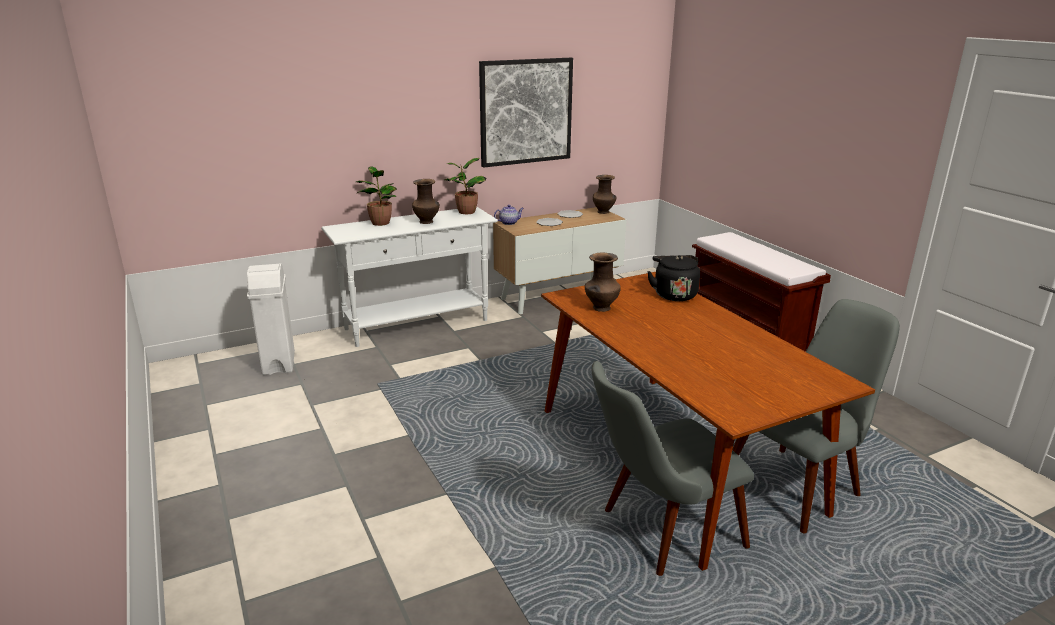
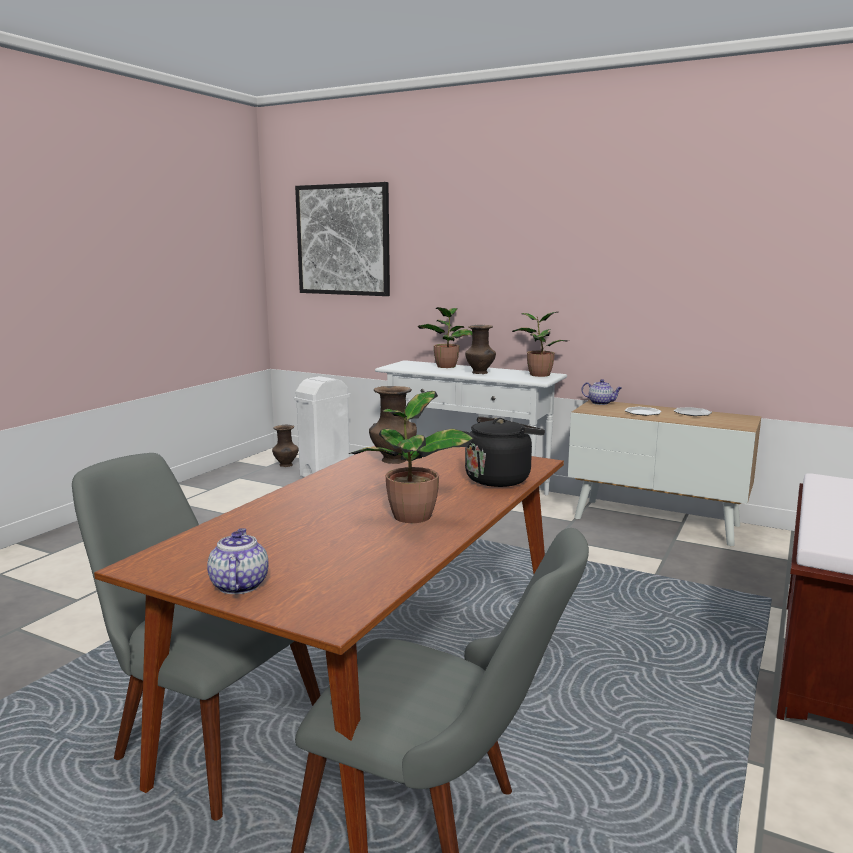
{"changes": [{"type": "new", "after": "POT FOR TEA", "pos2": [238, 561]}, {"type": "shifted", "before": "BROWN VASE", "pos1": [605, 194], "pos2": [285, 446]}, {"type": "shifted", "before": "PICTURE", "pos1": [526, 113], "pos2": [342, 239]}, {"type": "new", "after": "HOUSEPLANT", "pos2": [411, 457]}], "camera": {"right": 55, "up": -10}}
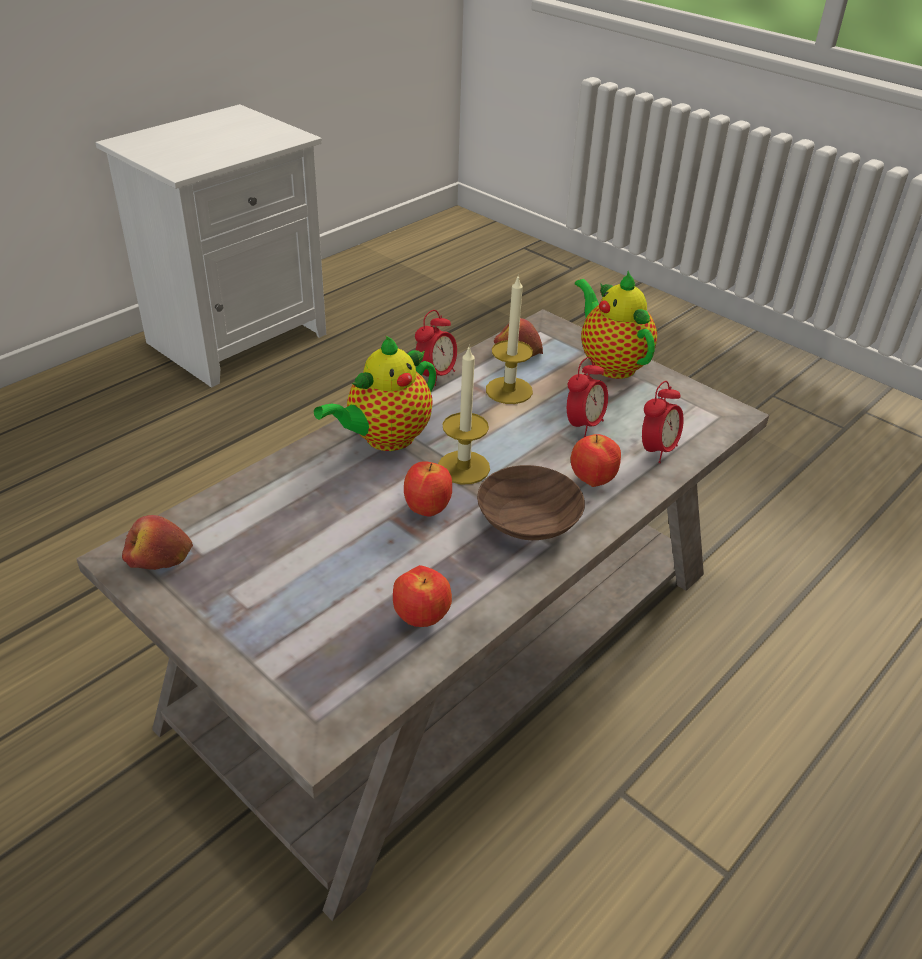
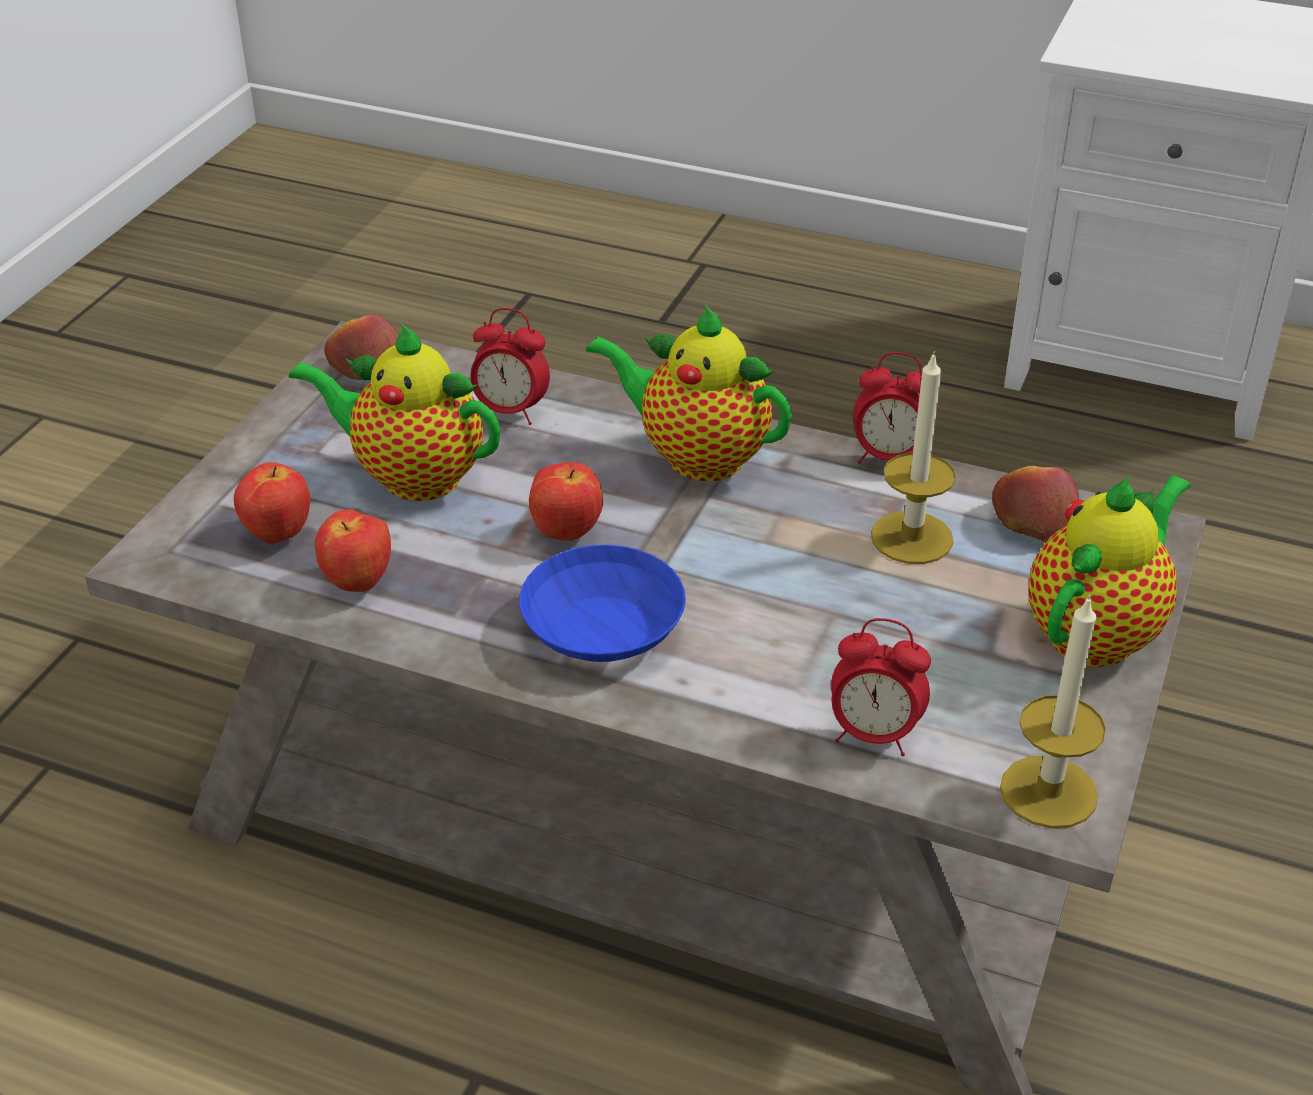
{"changes": [{"type": "shifted", "before": "APPLE FRUIT", "pos1": [596, 460], "pos2": [272, 503]}, {"type": "new", "after": "POT FOR TEA", "pos2": [394, 412]}, {"type": "shifted", "before": "BEDSIDE CLOCK", "pos1": [587, 397], "pos2": [510, 366]}, {"type": "repainted", "before": "BROWN BOWL", "after": "BLUISH BOWL", "pos1": [531, 502], "pos2": [602, 603]}, {"type": "shifted", "before": "CANDLE", "pos1": [464, 415], "pos2": [1053, 712]}], "camera": {"right": 70, "up": 0}}
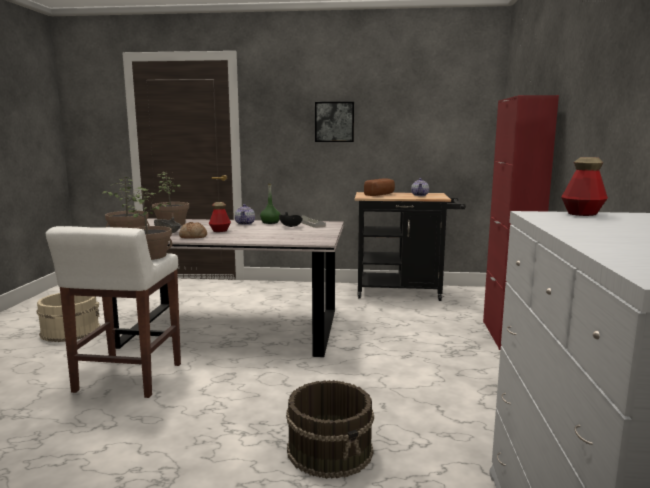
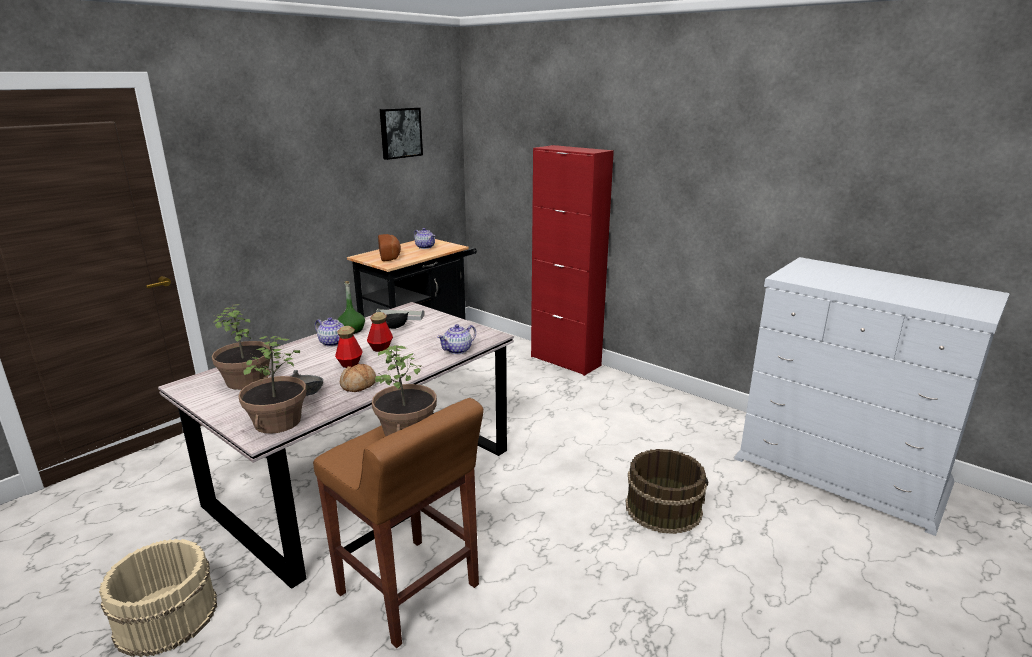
{"changes": [{"type": "repainted", "before": "WHITISH STOOL SEAT", "after": "BROWN STOOL SEAT", "pos1": [113, 312], "pos2": [398, 523]}, {"type": "shifted", "before": "BEVERAGE BOTTLE", "pos1": [584, 186], "pos2": [380, 332]}, {"type": "shifted", "before": "PICTURE", "pos1": [334, 122], "pos2": [401, 133]}, {"type": "new", "after": "POT FOR TEA", "pos2": [456, 339]}], "camera": {"right": -55, "up": 10}}
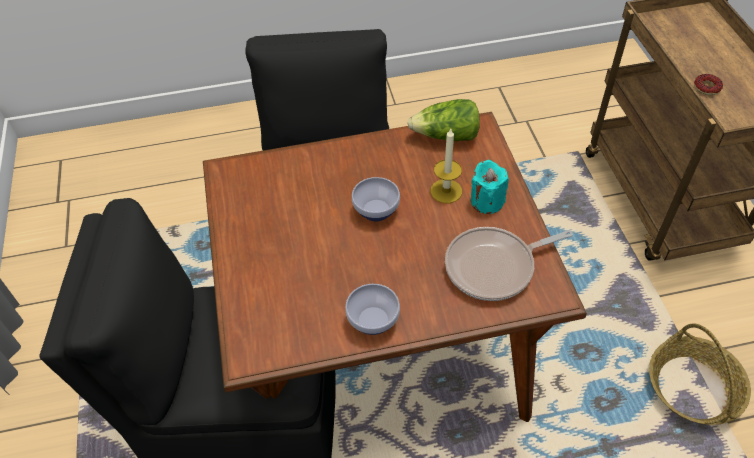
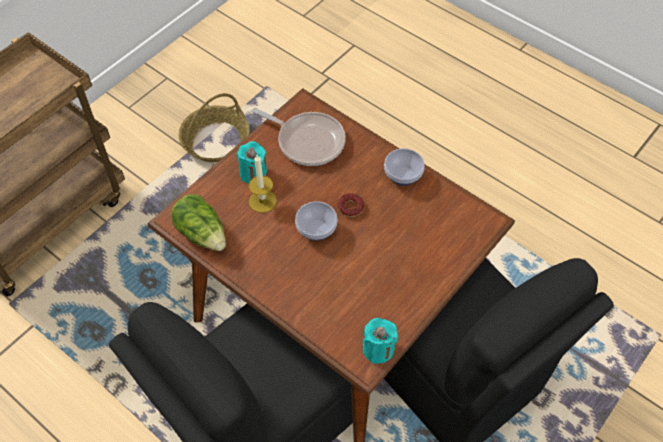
{"changes": [{"type": "shifted", "before": "DONUT", "pos1": [708, 84], "pos2": [351, 205]}, {"type": "new", "after": "BLUE-GREEN CANDLE", "pos2": [380, 341]}], "camera": {"right": -130, "up": 5}}
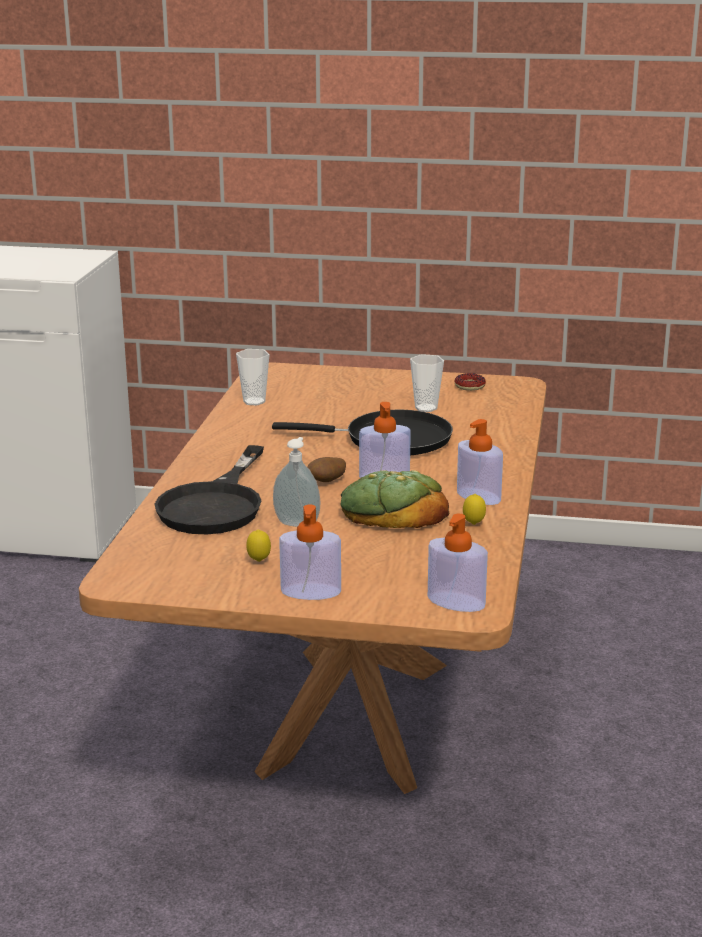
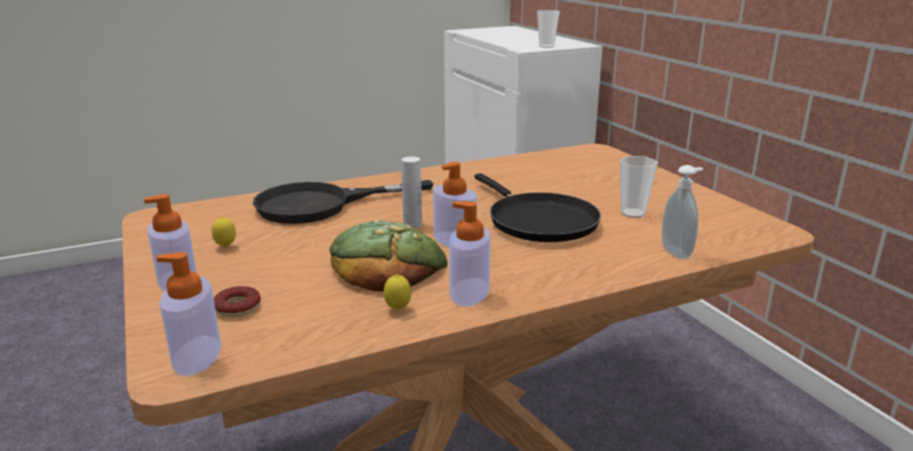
{"changes": [{"type": "shifted", "before": "DONUT", "pos1": [470, 382], "pos2": [237, 301]}, {"type": "swapped", "before": "SPUD", "after": "WHITISH BEVERAGE BOTTLE", "pos1": [326, 469], "pos2": [411, 192]}, {"type": "shifted", "before": "SMALL CUP", "pos1": [253, 377], "pos2": [548, 29]}, {"type": "shifted", "before": "LIQUID SOAP BOTTLE", "pos1": [296, 482], "pos2": [682, 212]}], "camera": {"right": 55, "up": 0}}
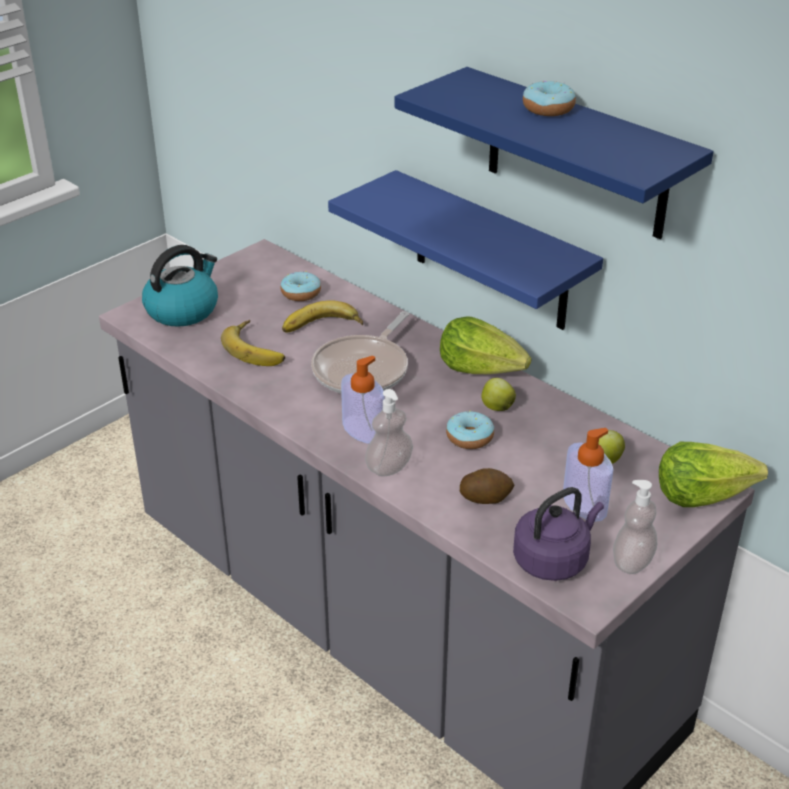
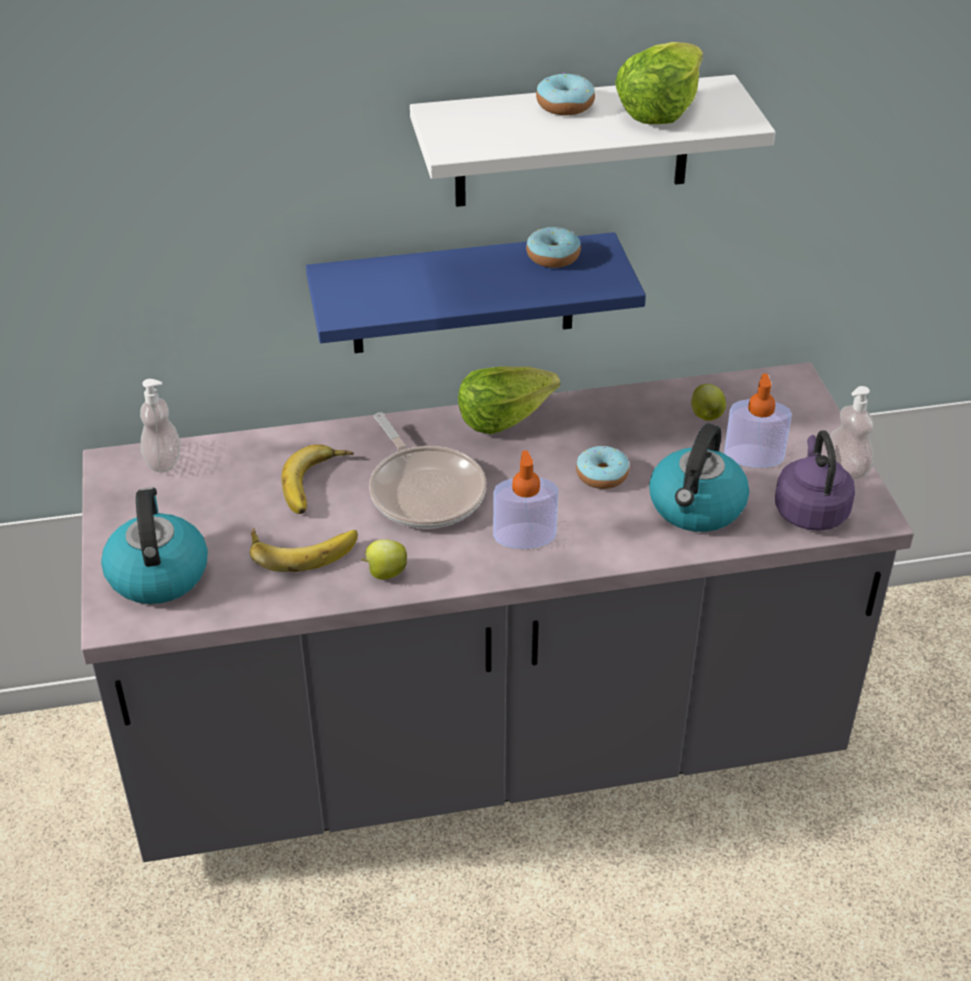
{"changes": [{"type": "shifted", "before": "LIQUID SOAP BOTTLE", "pos1": [389, 432], "pos2": [160, 425]}, {"type": "shifted", "before": "APPLE FRUIT", "pos1": [498, 394], "pos2": [384, 559]}, {"type": "repainted", "before": "BLUISH WALL SHELF", "after": "WHITISH WALL SHELF", "pos1": [554, 153], "pos2": [593, 141]}, {"type": "shifted", "before": "DONUT", "pos1": [300, 286], "pos2": [553, 247]}, {"type": "shifted", "before": "LETTUCE HEAD", "pos1": [713, 474], "pos2": [659, 83]}, {"type": "swapped", "before": "SPUD", "after": "TEA KETTLE", "pos1": [487, 486], "pos2": [699, 478]}], "camera": {"right": -55, "up": 5}}
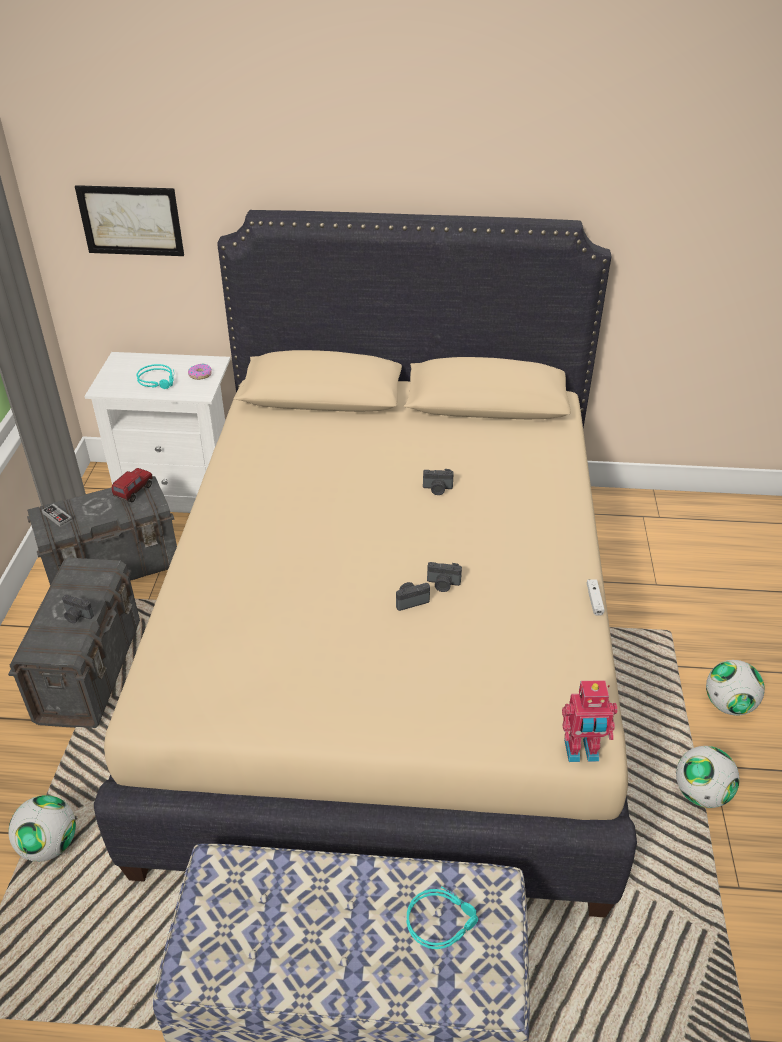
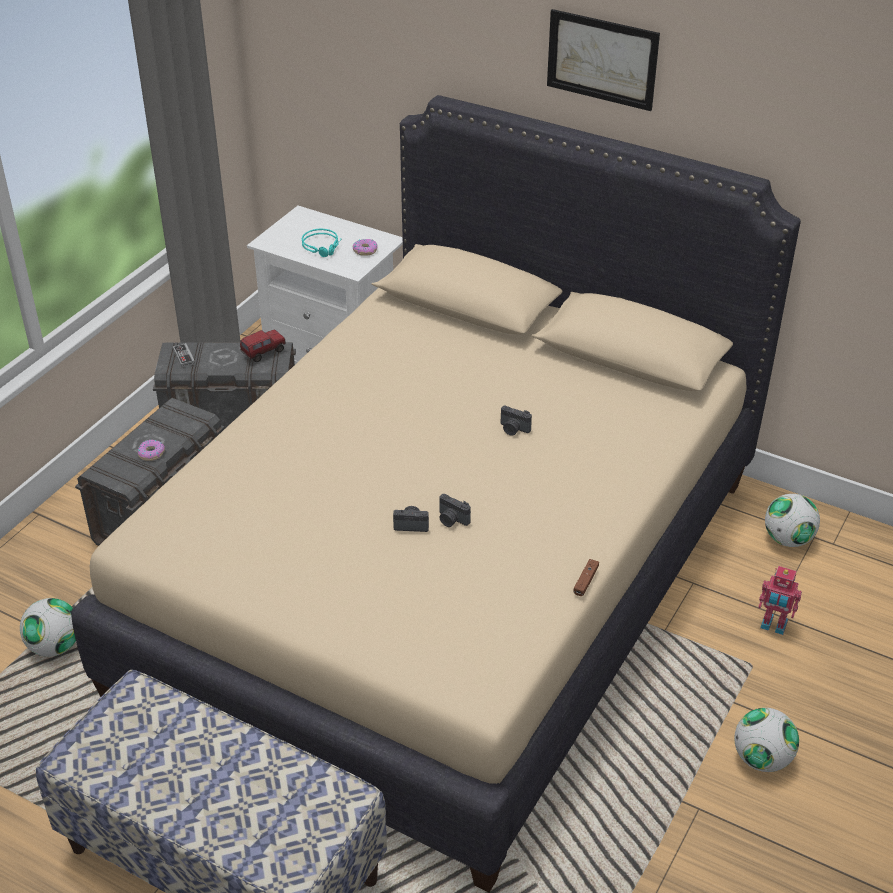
{"changes": [{"type": "swapped", "before": "STILL CAMERA", "after": "DONUT", "pos1": [78, 609], "pos2": [151, 450]}, {"type": "shifted", "before": "PICTURE", "pos1": [129, 220], "pos2": [603, 60]}, {"type": "repainted", "before": "WHITISH GAME CONTROLLER", "after": "BROWN GAME CONTROLLER", "pos1": [596, 598], "pos2": [586, 577]}, {"type": "shifted", "before": "ROBOT FIGURE", "pos1": [590, 721], "pos2": [780, 600]}, {"type": "shifted", "before": "FOOTBALL", "pos1": [708, 777], "pos2": [792, 520]}, {"type": "gone", "before": "BLUE-GREEN HEADPHONES", "pos1": [442, 917]}], "camera": {"right": 25, "up": 0}}
